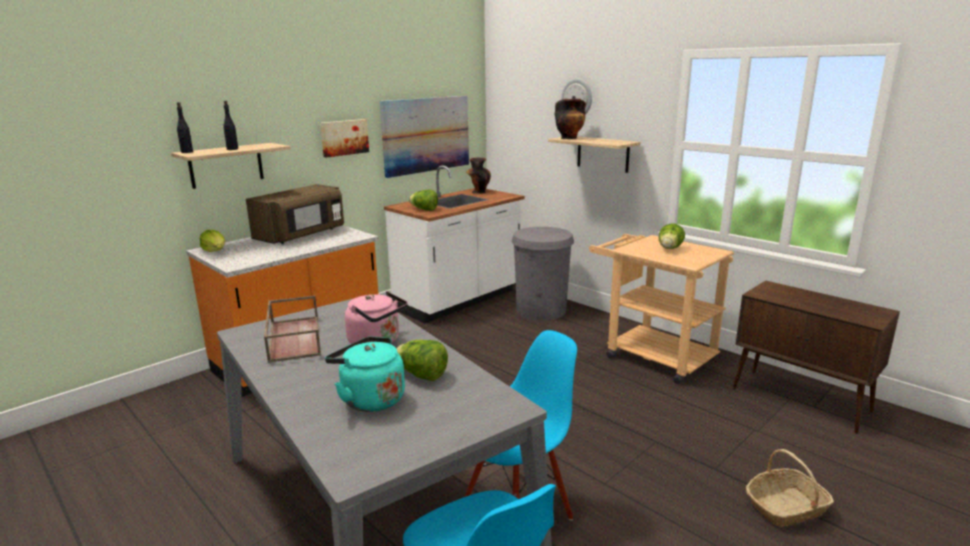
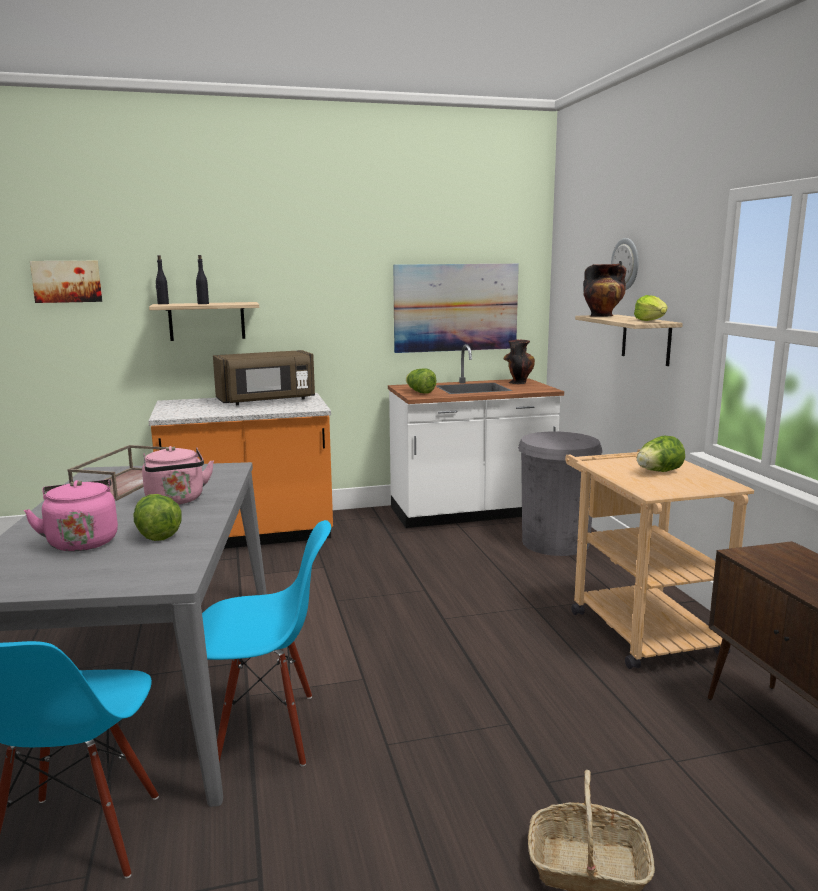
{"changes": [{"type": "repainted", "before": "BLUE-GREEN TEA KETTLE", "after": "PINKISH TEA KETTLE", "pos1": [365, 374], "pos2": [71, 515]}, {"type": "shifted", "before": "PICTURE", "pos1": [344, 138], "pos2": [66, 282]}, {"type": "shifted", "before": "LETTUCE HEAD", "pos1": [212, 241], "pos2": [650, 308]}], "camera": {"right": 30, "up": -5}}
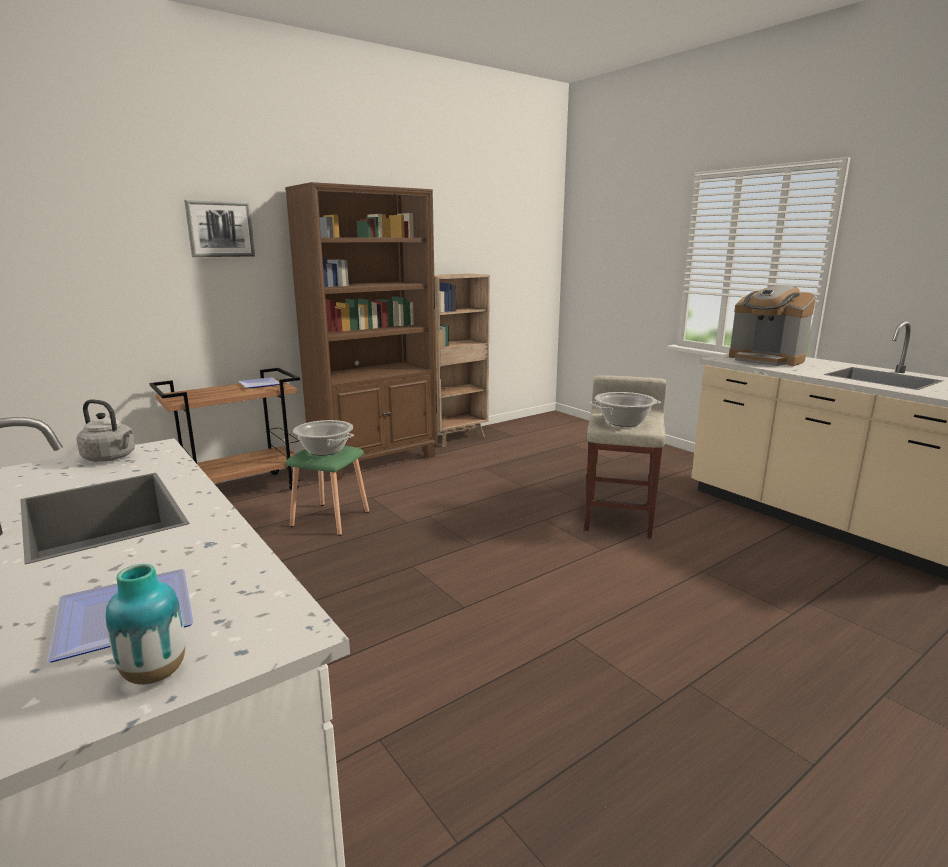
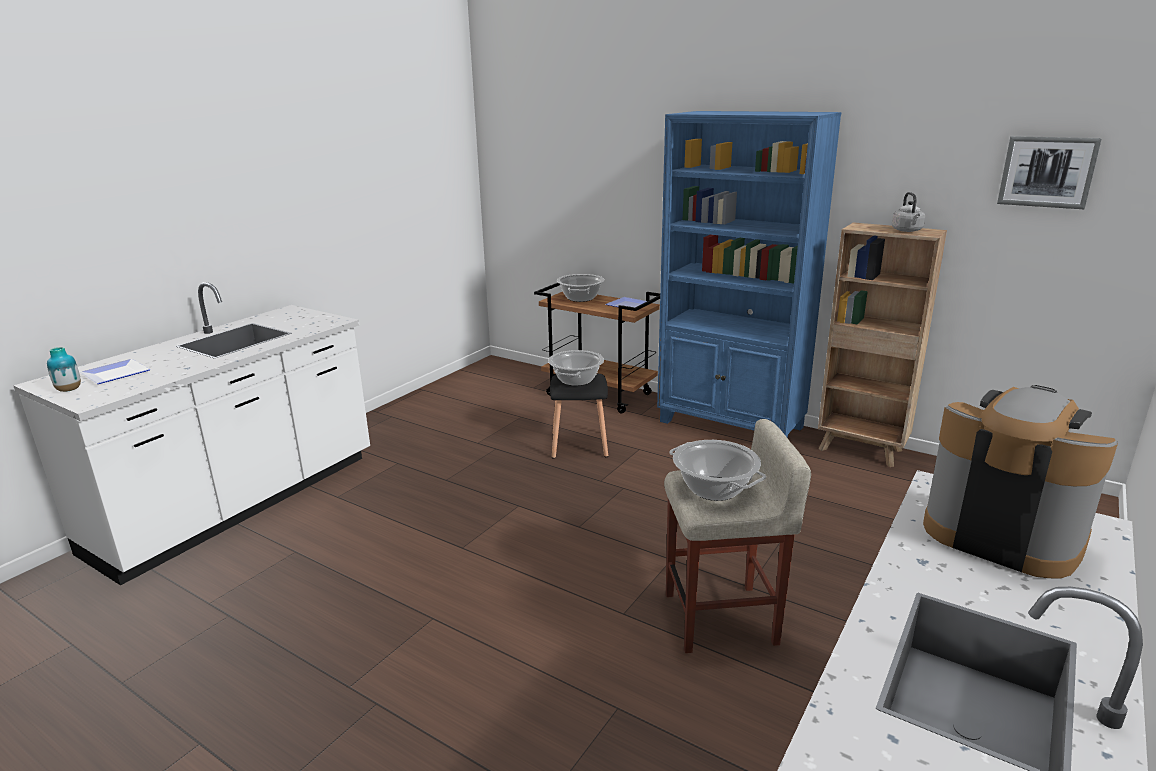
{"changes": [{"type": "repainted", "before": "GREEN-COLOURED STOOL SEAT", "after": "BLACK STOOL SEAT", "pos1": [327, 491], "pos2": [579, 416]}, {"type": "new", "after": "SAUCEPOT", "pos2": [581, 288]}, {"type": "repainted", "before": "BROWN SHELVING UNIT", "after": "BLUISH SHELVING UNIT", "pos1": [361, 331], "pos2": [749, 274]}, {"type": "shifted", "before": "GREYISH TEA KETTLE", "pos1": [106, 430], "pos2": [908, 212]}, {"type": "rotated", "before": "COFFEE BREWER", "pos1": [772, 325], "pos2": [1020, 482], "turn": 105}, {"type": "shifted", "before": "PICTURE", "pos1": [219, 228], "pos2": [1049, 172]}], "camera": {"right": 70, "up": 5}}
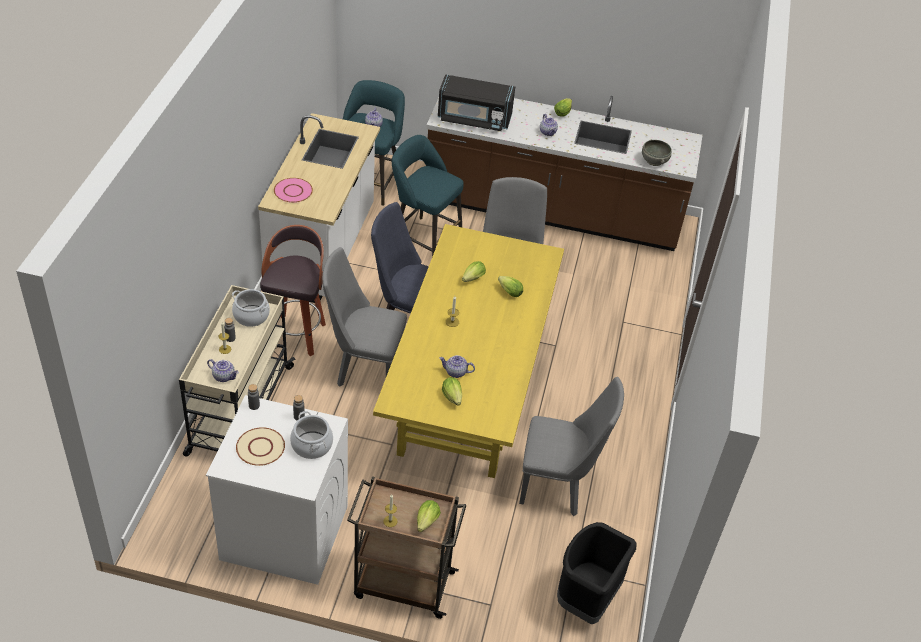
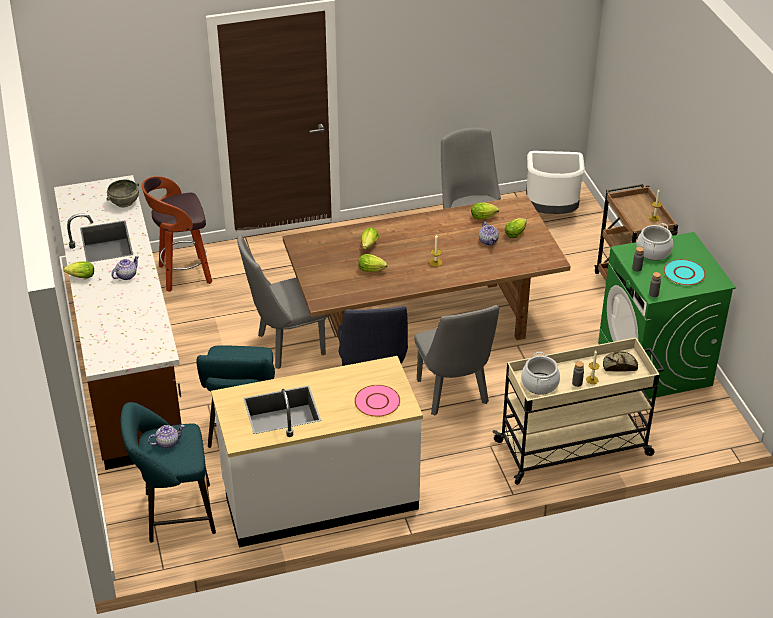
{"changes": [{"type": "shifted", "before": "STOOL SEAT", "pos1": [293, 290], "pos2": [176, 234]}, {"type": "repainted", "before": "YELLOWISH DINING TABLE", "after": "BROWN DINING TABLE", "pos1": [468, 351], "pos2": [427, 280]}, {"type": "shifted", "before": "LETTUCE HEAD", "pos1": [429, 516], "pos2": [485, 211]}, {"type": "repainted", "before": "BLACK TRASH CAN", "after": "WHITISH TRASH CAN", "pos1": [596, 573], "pos2": [555, 182]}, {"type": "repainted", "before": "WHITISH WASHING MACHINE", "after": "GREEN-COLOURED WASHING MACHINE", "pos1": [277, 490], "pos2": [667, 315]}, {"type": "swapped", "before": "POT FOR TEA", "after": "BREAD", "pos1": [223, 370], "pos2": [620, 361]}, {"type": "repainted", "before": "SAND-COLOURED FLAT DISH", "after": "BLUE-GREEN FLAT DISH", "pos1": [260, 446], "pos2": [685, 272]}, {"type": "gone", "before": "BLACK MICROWAVE", "pos1": [476, 102]}], "camera": {"right": -115, "up": -5}}
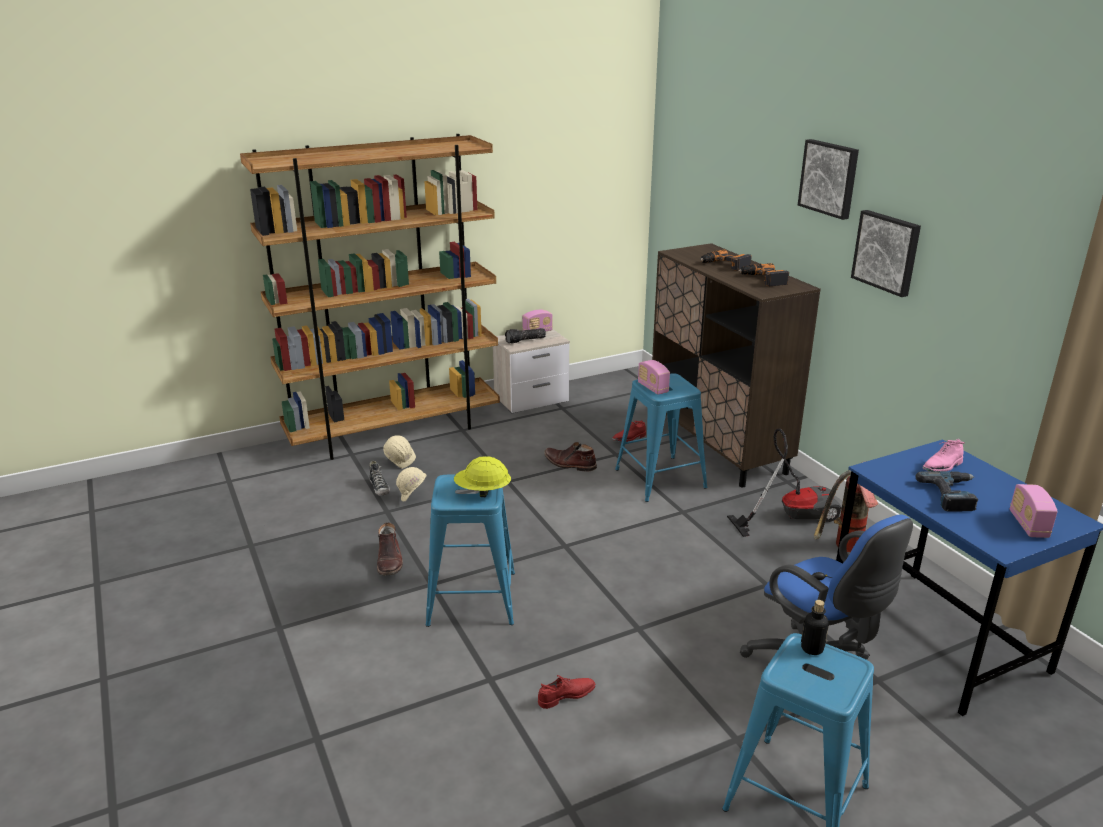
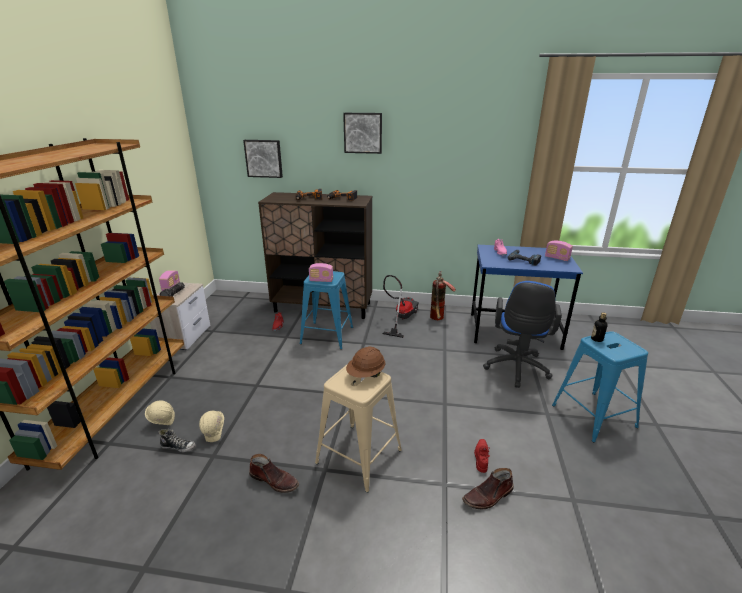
{"changes": [{"type": "shifted", "before": "PICTURE", "pos1": [886, 253], "pos2": [263, 159]}, {"type": "repainted", "before": "BLUISH STOOL SEAT", "after": "SAND-COLOURED STOOL SEAT", "pos1": [470, 550], "pos2": [358, 429]}, {"type": "repainted", "before": "YELLOWISH WORK HELMET", "after": "BROWN WORK HELMET", "pos1": [482, 476], "pos2": [366, 362]}, {"type": "shifted", "before": "BROWN HIGH-TOP BOOT", "pos1": [570, 457], "pos2": [487, 488]}, {"type": "rotated", "before": "BLUISH COMPUTER CHAIR", "pos1": [826, 592], "pos2": [522, 334], "turn": 105}], "camera": {"right": -55, "up": 0}}
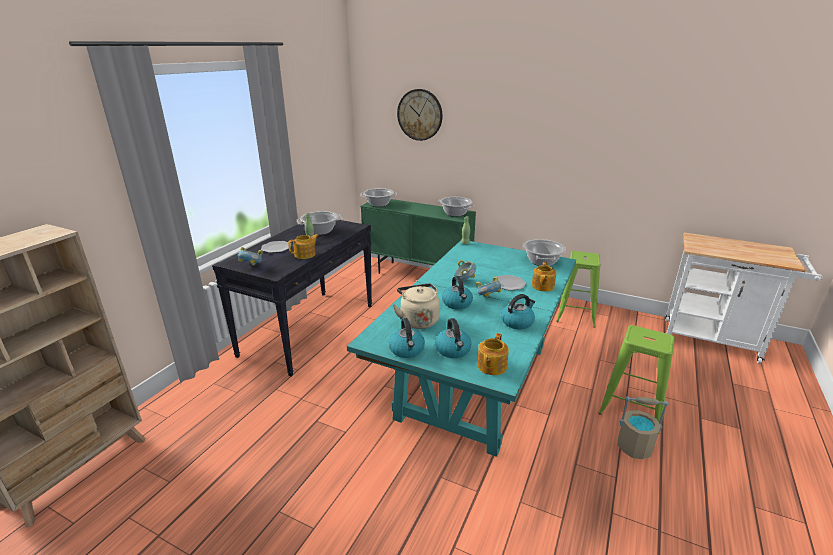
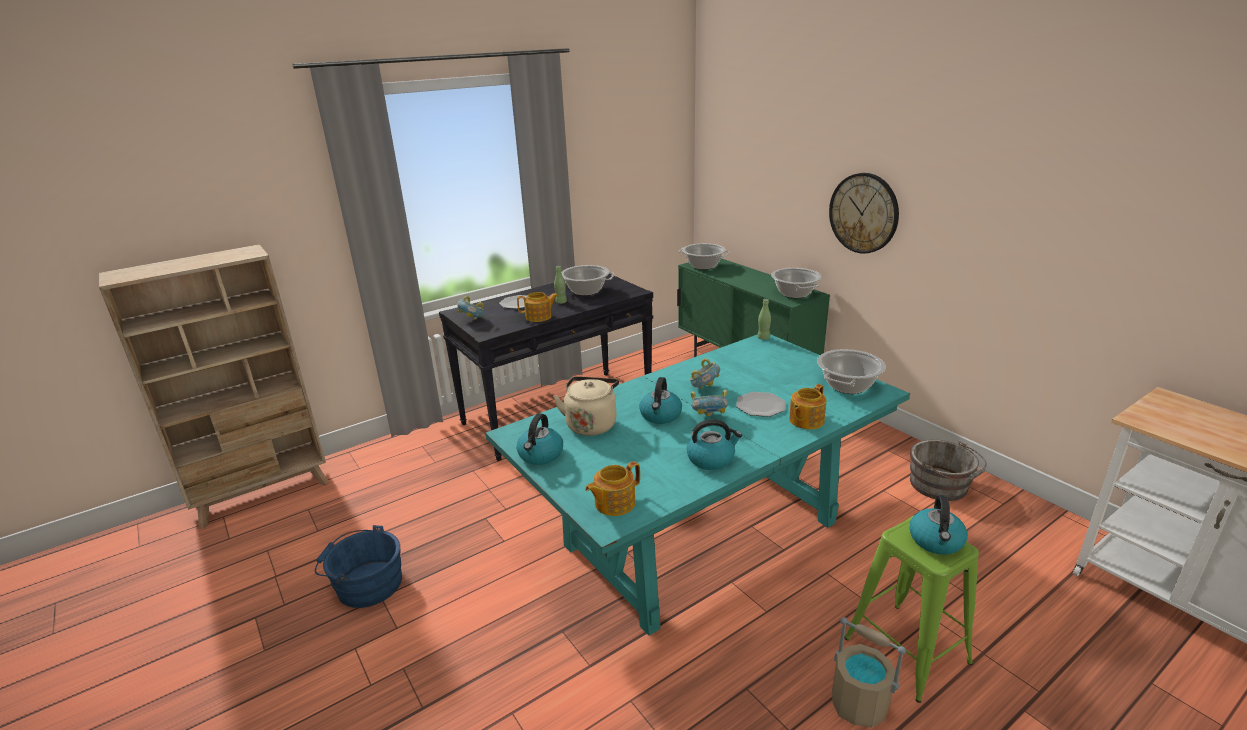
{"changes": [{"type": "new", "after": "BLUISH BUCKET", "pos2": [358, 566]}, {"type": "shifted", "before": "HANGING CLOCK", "pos1": [420, 115], "pos2": [864, 213]}, {"type": "swapped", "before": "GREEN-COLOURED STOOL SEAT", "after": "GREYISH BUCKET", "pos1": [578, 289], "pos2": [948, 470]}, {"type": "shifted", "before": "TEA KETTLE", "pos1": [453, 338], "pos2": [938, 525]}], "camera": {"right": 30, "up": 0}}
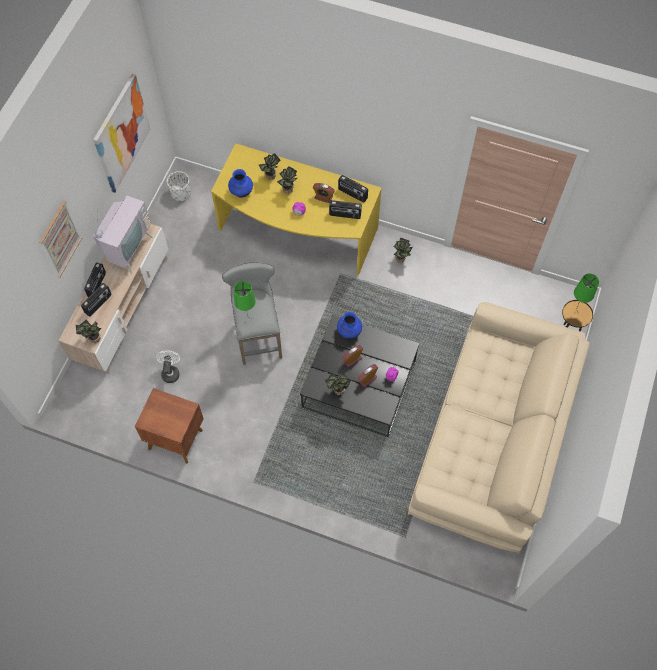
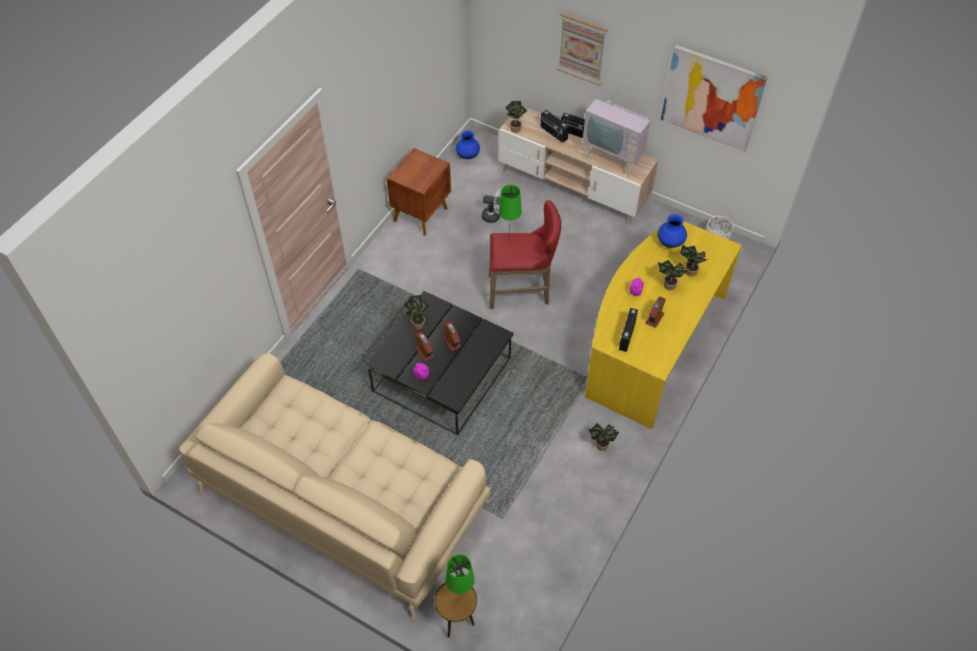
{"changes": [{"type": "shifted", "before": "BLUISH VASE", "pos1": [349, 325], "pos2": [468, 145]}, {"type": "repainted", "before": "GREYISH STOOL SEAT", "after": "RED STOOL SEAT", "pos1": [252, 314], "pos2": [525, 254]}, {"type": "gone", "before": "RADIO RECEIVER", "pos1": [353, 189]}], "camera": {"right": 100, "up": -10}}
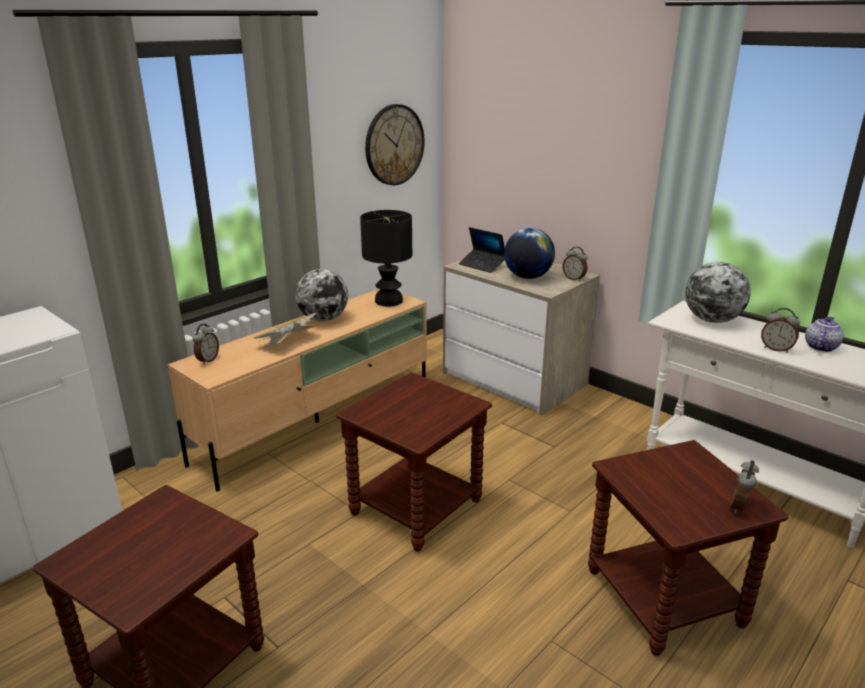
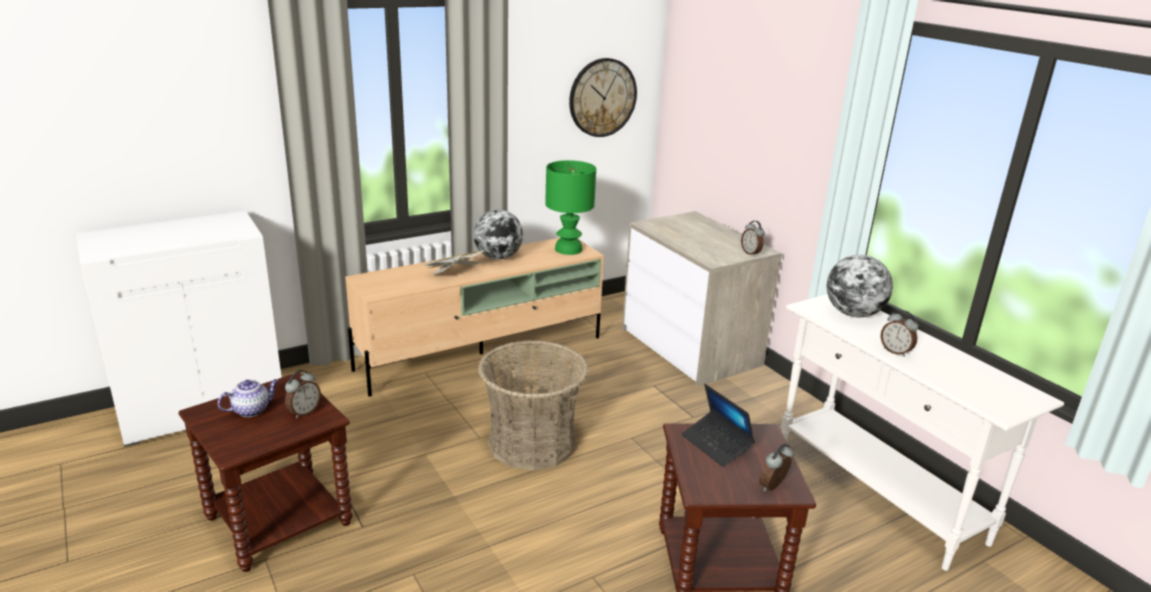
{"changes": [{"type": "shifted", "before": "POT FOR TEA", "pos1": [824, 334], "pos2": [248, 398]}, {"type": "shifted", "before": "BEDSIDE CLOCK", "pos1": [205, 344], "pos2": [303, 394]}, {"type": "swapped", "before": "BROWN END TABLE", "after": "HOUSEHOLD BASKET", "pos1": [414, 462], "pos2": [533, 405]}, {"type": "repainted", "before": "BLACK LAMP FOR A TABLE", "after": "GREEN-COLOURED LAMP FOR A TABLE", "pos1": [386, 258], "pos2": [570, 207]}, {"type": "shifted", "before": "PORTABLE COMPUTER", "pos1": [482, 250], "pos2": [718, 425]}, {"type": "gone", "before": "GLOBE", "pos1": [529, 253]}], "camera": {"right": 15, "up": 0}}
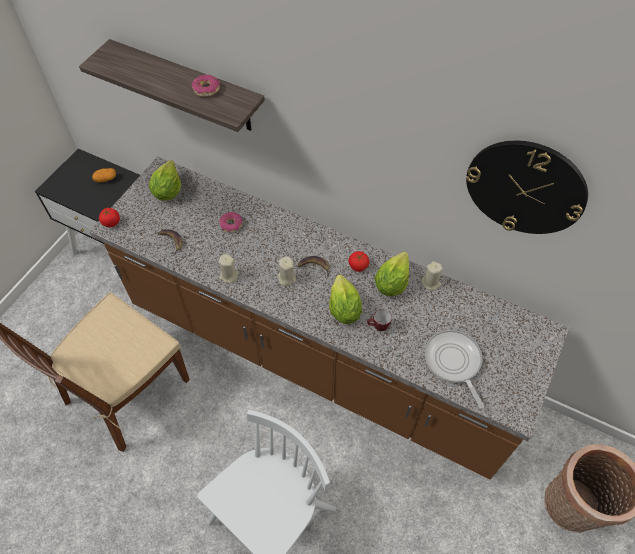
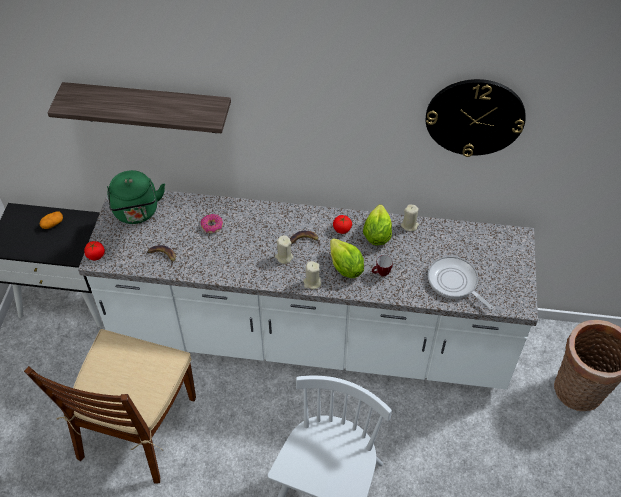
{"changes": [{"type": "repainted", "before": "BROWN COUNTER", "after": "WHITISH COUNTER", "pos1": [329, 318], "pos2": [308, 289]}, {"type": "swapped", "before": "LETTUCE HEAD", "after": "GREEN-COLOURED TEA KETTLE", "pos1": [165, 180], "pos2": [136, 197]}, {"type": "shifted", "before": "SAND-COLOURED CANDLE", "pos1": [229, 268], "pos2": [312, 275]}, {"type": "gone", "before": "DONUT", "pos1": [206, 85]}], "camera": {"right": -20, "up": -5}}
